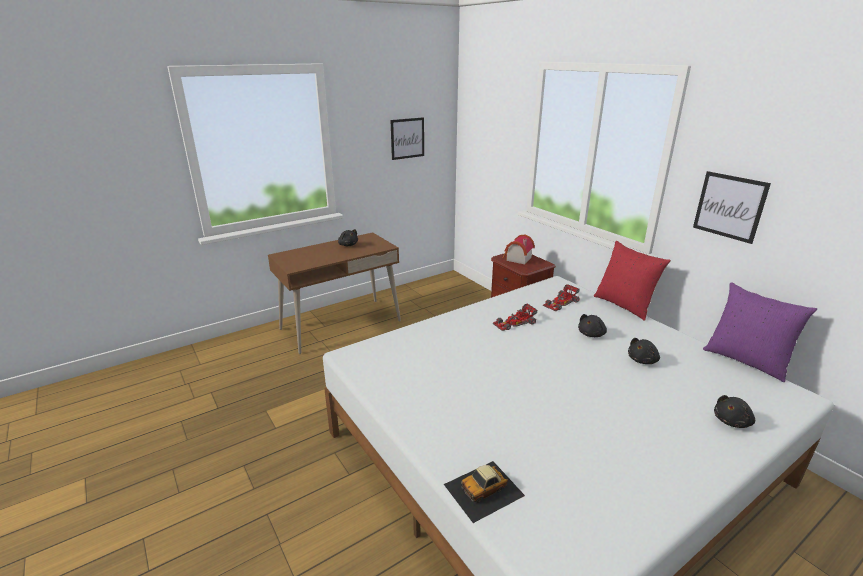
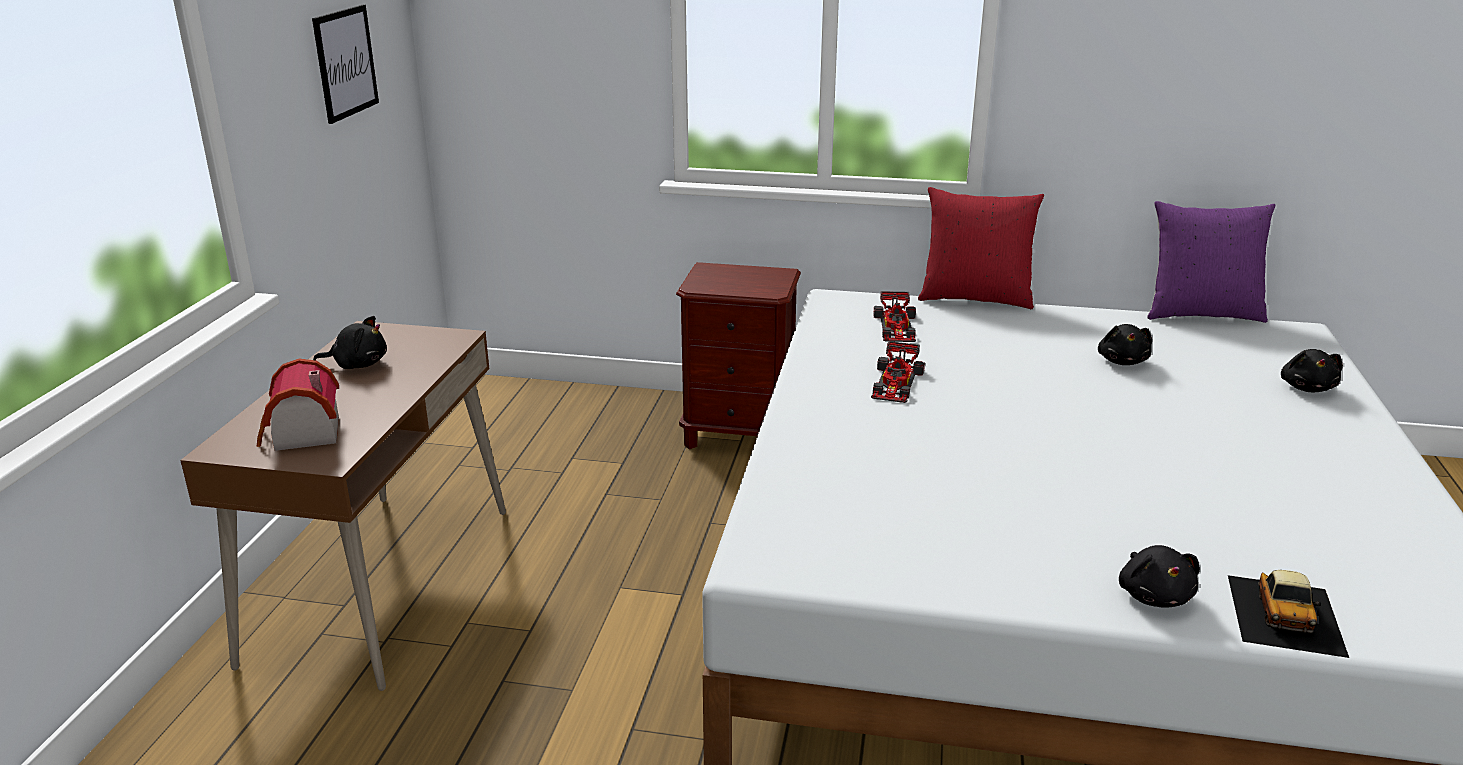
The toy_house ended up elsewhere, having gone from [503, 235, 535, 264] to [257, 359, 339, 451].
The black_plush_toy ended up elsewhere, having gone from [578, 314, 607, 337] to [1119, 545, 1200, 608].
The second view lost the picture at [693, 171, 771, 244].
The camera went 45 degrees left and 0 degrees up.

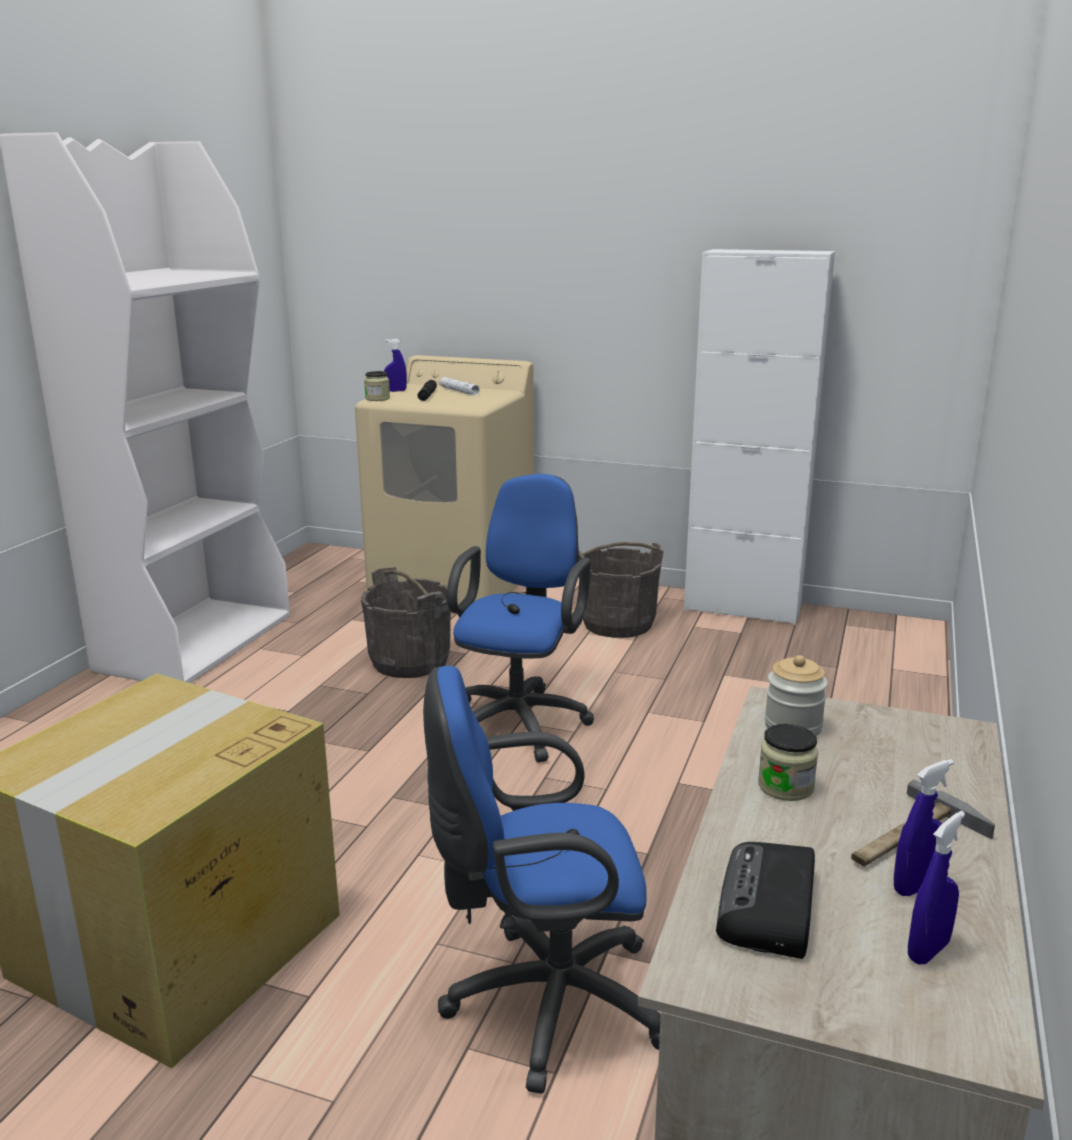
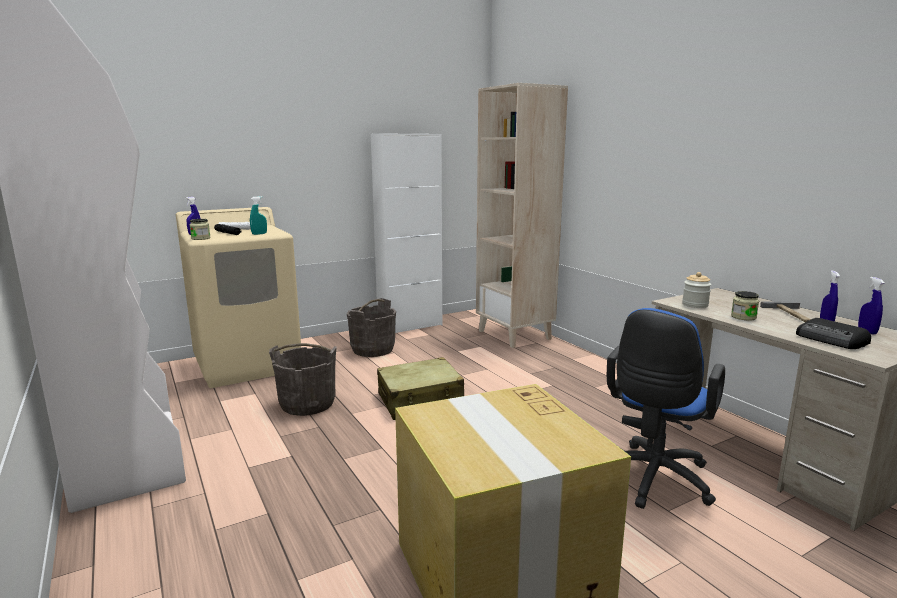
Where the blue_office_chair stood at [447, 474, 594, 762], the beige_suitcase came to stand at [377, 357, 464, 420].
The second view gained the turquoise_spray_bottle at [250, 196, 267, 235].
The second view gained the beige_bookcase at [476, 83, 568, 348].
The camera went 50 degrees left and 5 degrees down.

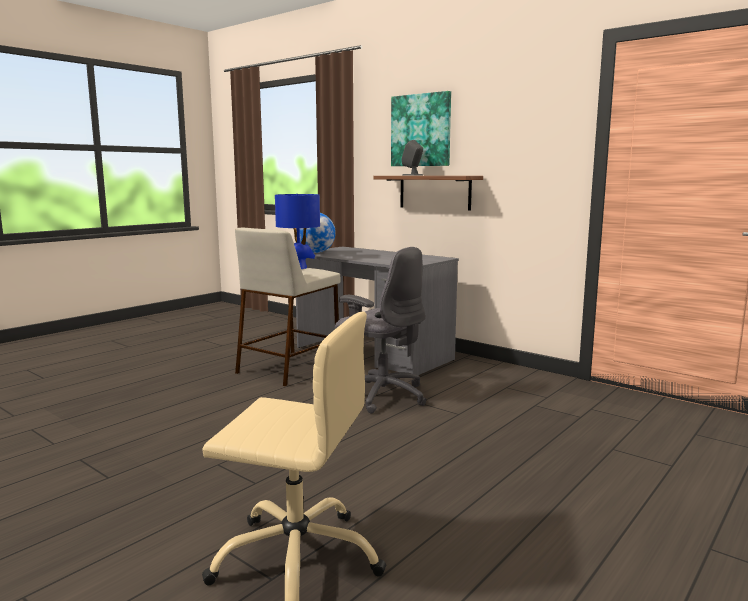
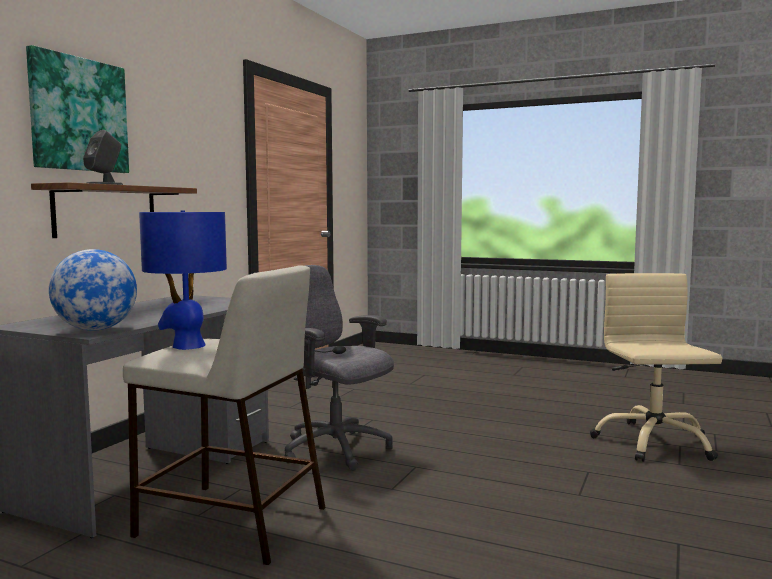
The grey_office_chair at [335, 247, 427, 414] ended up facing another way, 75 degrees counterclockwise from before.
The camera went 105 degrees left and 5 degrees down.

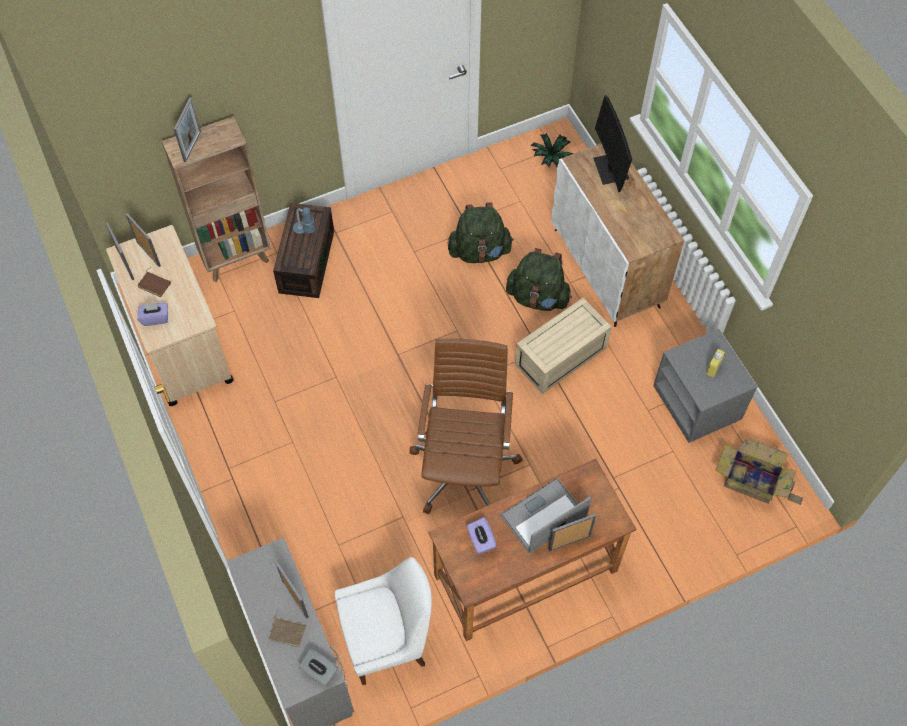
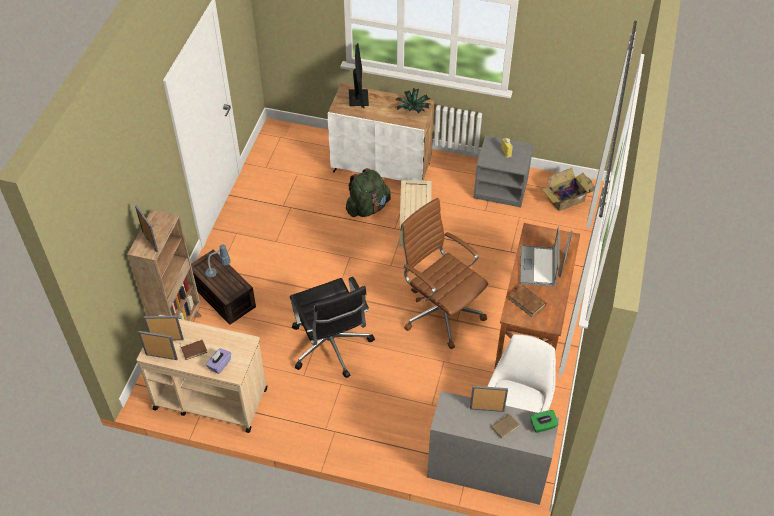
What was the grey_tissue_box at [299, 649, 338, 686] turned into the green_tissue_box at [530, 410, 558, 433].
The second view lost the green_backpack at [448, 203, 514, 263].
Where the purple_tissue_box stood at [467, 517, 497, 554], the brown_book came to stand at [509, 285, 547, 317].
The potted_plant ended up elsewhere, having gone from [530, 133, 573, 167] to [395, 88, 430, 113].
The monitor at [593, 95, 632, 192] ended up facing another way, 120 degrees counterclockwise from before.
The second view gained the black_office_chair at [290, 277, 375, 378].
The camera went 50 degrees left and 10 degrees down.

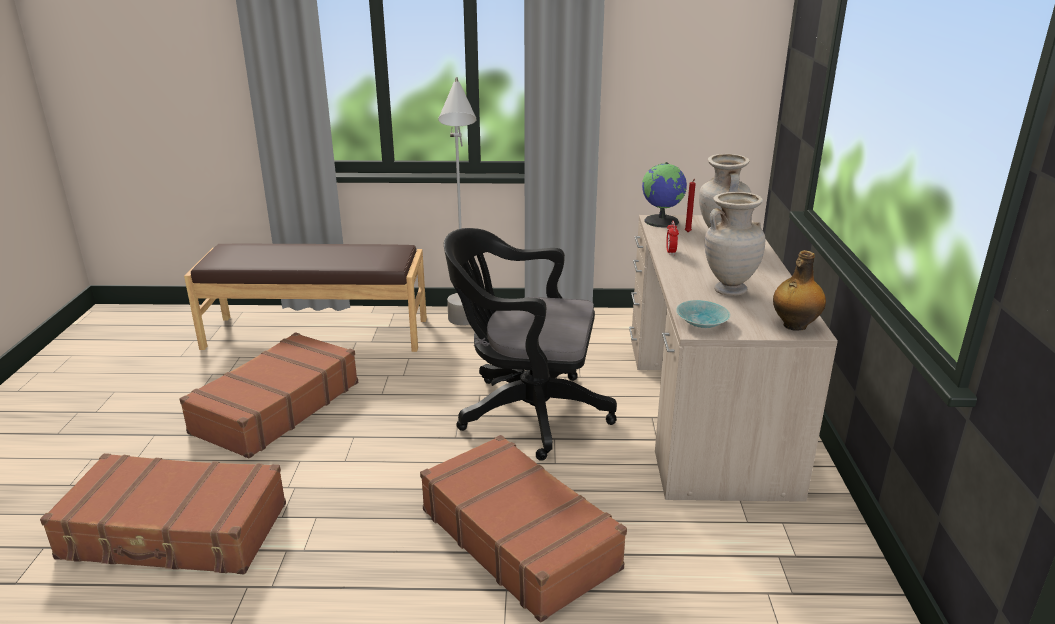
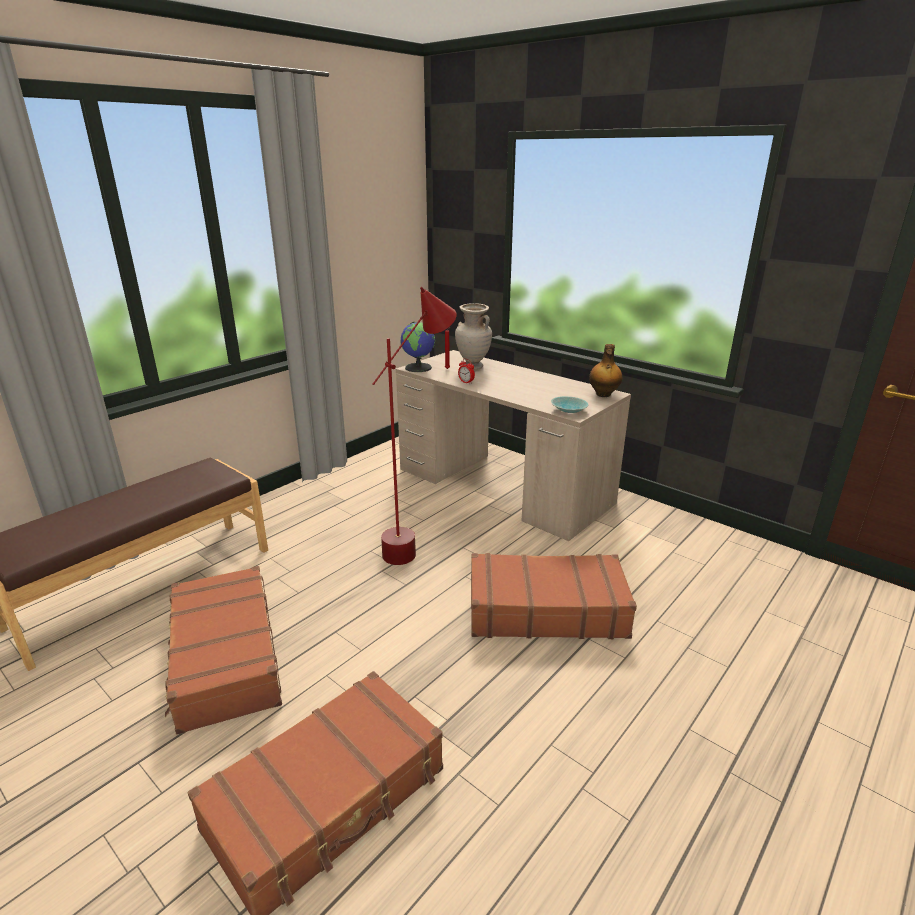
The second view lost the grey_floor_lamp at [438, 77, 477, 325].
Where the black_office_chair stood at [444, 228, 617, 461], the red_floor_lamp came to stand at [373, 287, 457, 565].
The second view lost the beige_vase at [705, 192, 765, 296].
The camera went 50 degrees left and 0 degrees up.

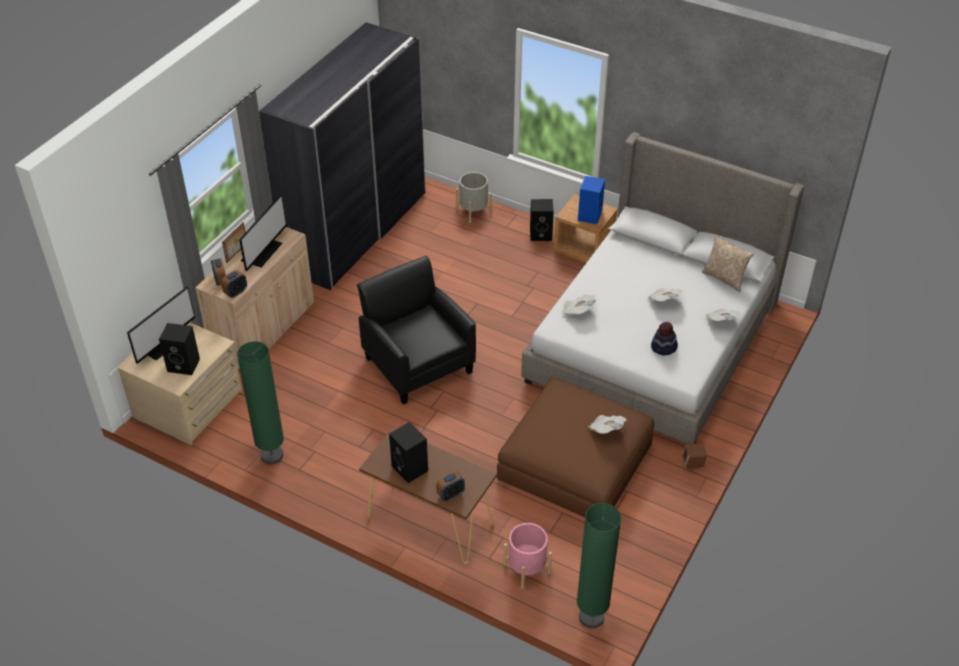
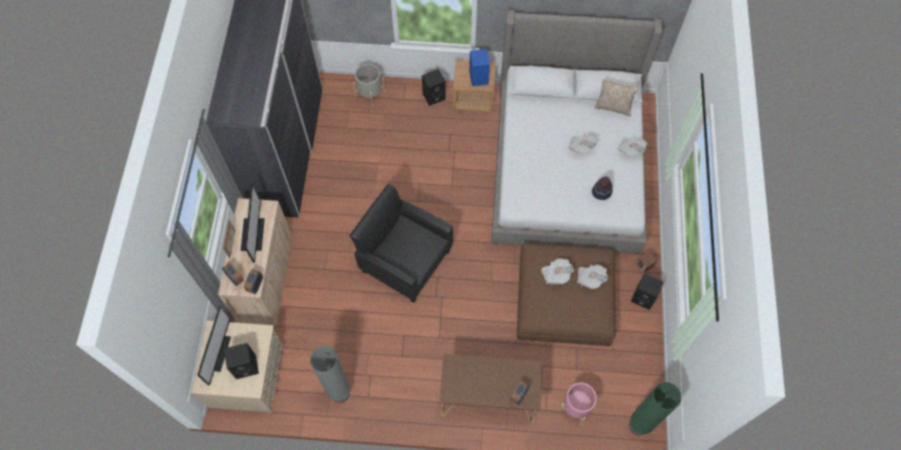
What was the green_floor_lamp at [237, 341, 284, 464] turned into the grey_floor_lamp at [310, 346, 350, 403].
The black_speaker ended up elsewhere, having gone from [389, 422, 428, 483] to [631, 273, 664, 310].
The newspaper ended up elsewhere, having gone from [562, 295, 596, 315] to [541, 258, 574, 284].
The camera went 25 degrees left and 20 degrees up.

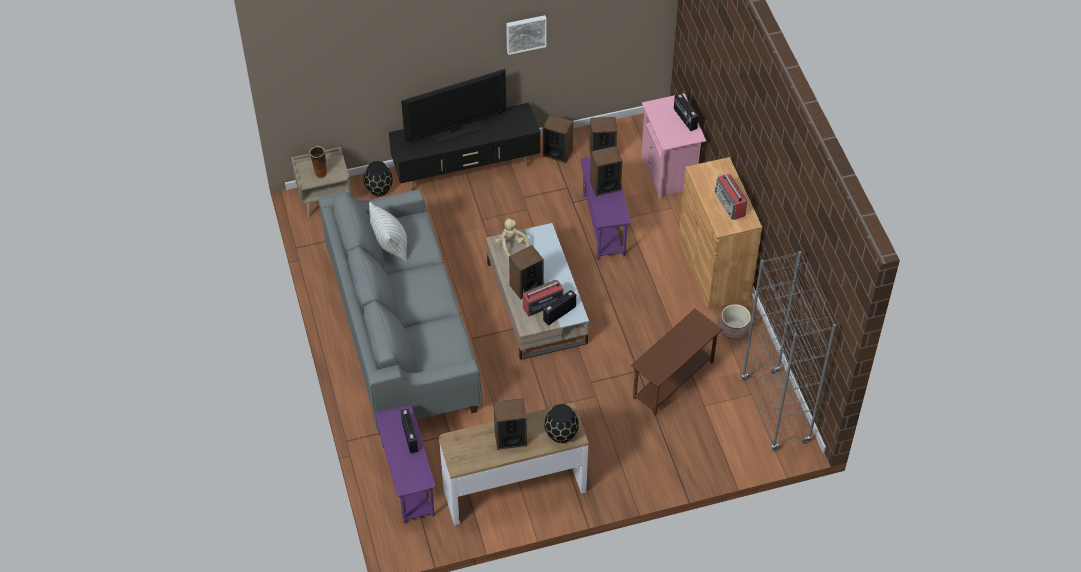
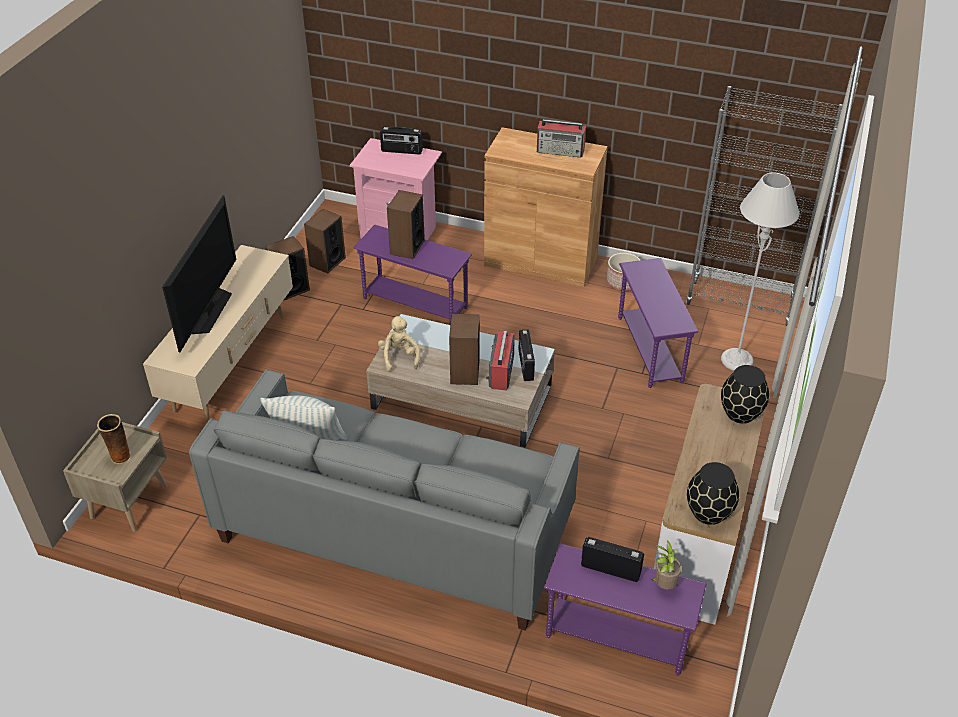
The black_vase ended up elsewhere, having gone from [364, 161, 393, 197] to [687, 462, 739, 525].
What was the black_tv_stand at [389, 103, 541, 191] turned into the beige_tv_stand at [143, 245, 293, 421].
The second view lost the speaker at [493, 399, 527, 450].
The beige_plush_toy at [495, 218, 530, 260] ended up facing another way, 75 degrees clockwise from before.
The second view lost the picture at [506, 15, 547, 55].
What was the brown_side_table at [631, 309, 723, 415] turned into the purple_side_table at [618, 258, 698, 388].
The second view gained the potted_plant at [651, 540, 682, 590].
The second view gained the grey_floor_lamp at [721, 173, 799, 370].
The camera went 55 degrees left and 10 degrees down.

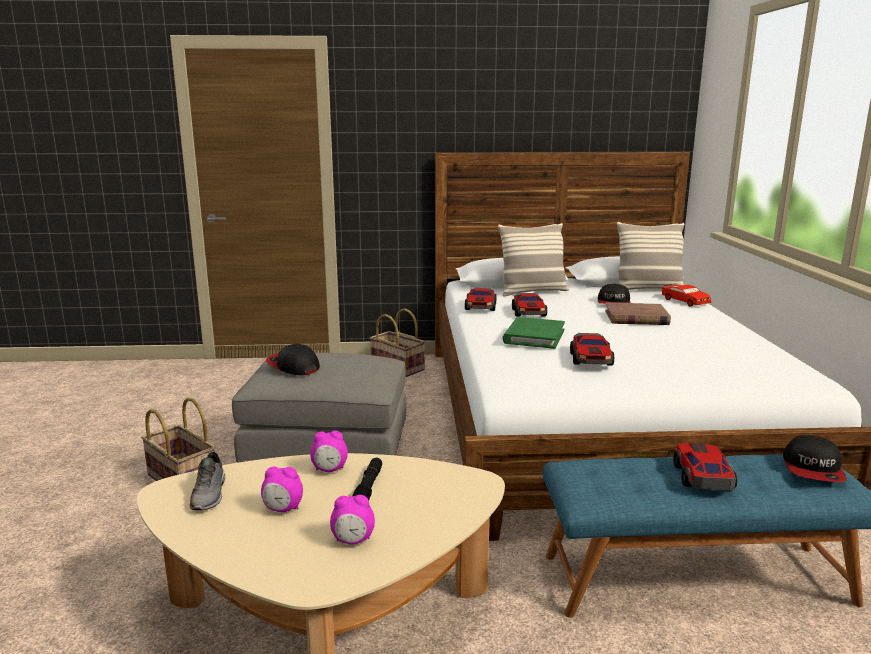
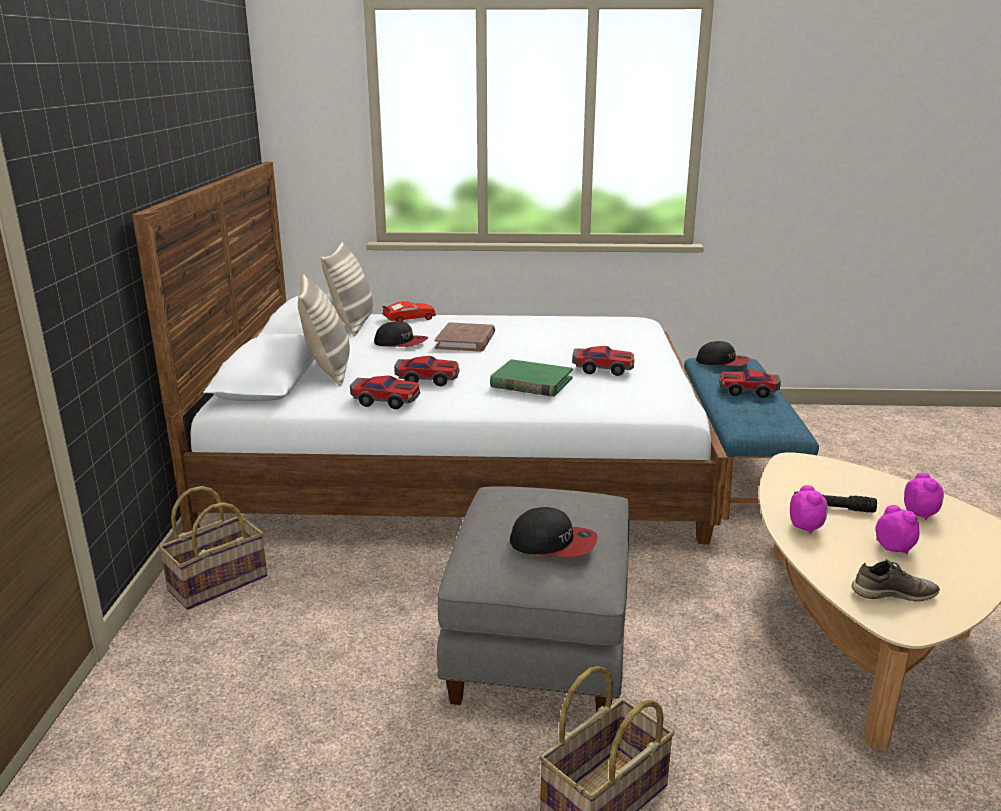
The alarm_clock at [261, 466, 303, 512] ended up facing another way, 45 degrees counterclockwise from before.
The cap at [266, 344, 320, 375] ended up facing another way, 120 degrees counterclockwise from before.
The camera went 85 degrees left and 5 degrees up.

